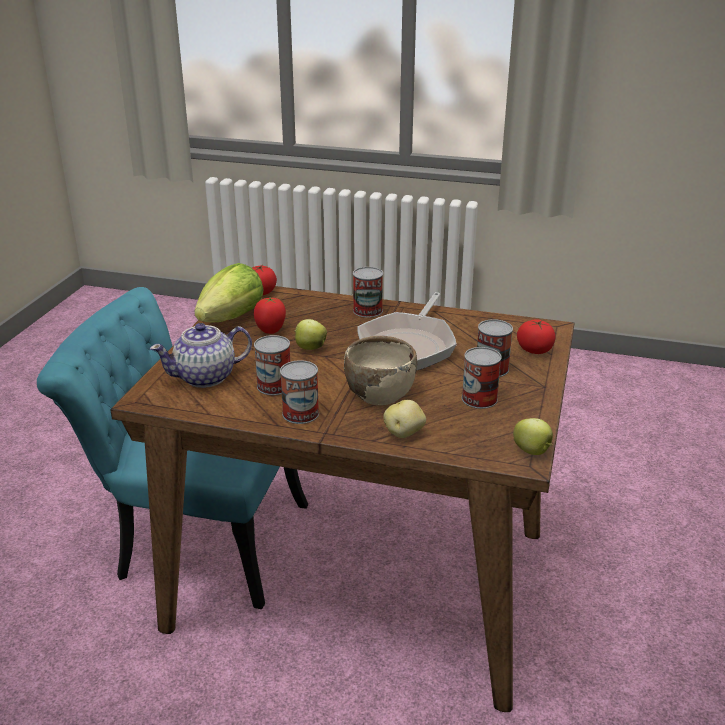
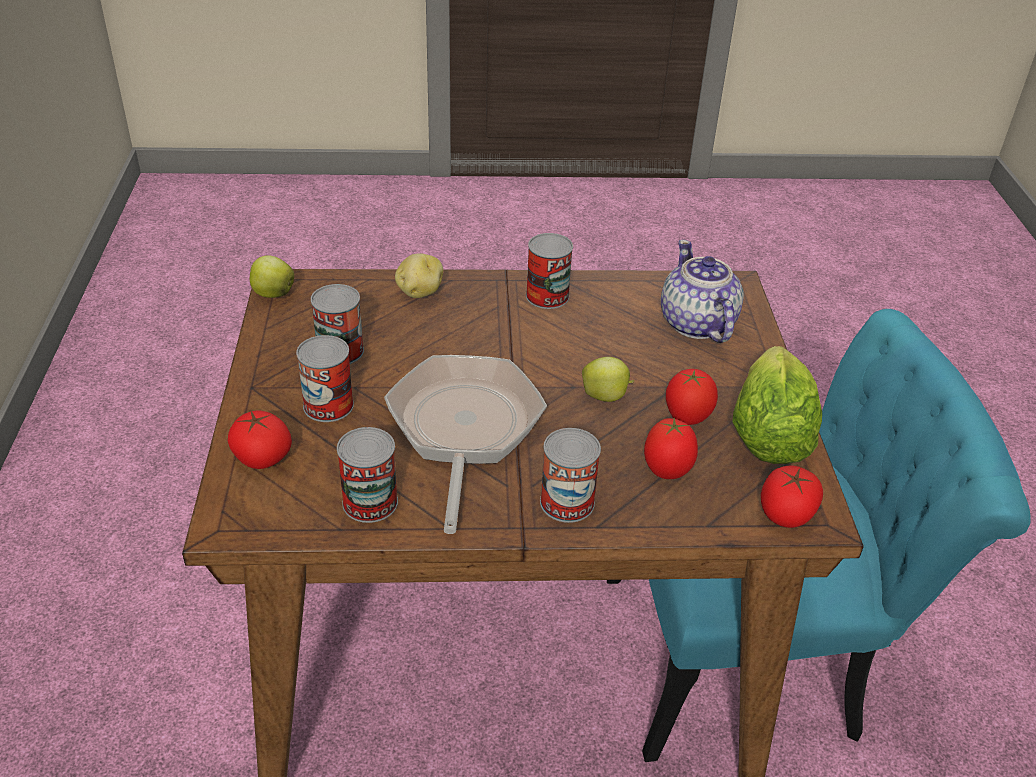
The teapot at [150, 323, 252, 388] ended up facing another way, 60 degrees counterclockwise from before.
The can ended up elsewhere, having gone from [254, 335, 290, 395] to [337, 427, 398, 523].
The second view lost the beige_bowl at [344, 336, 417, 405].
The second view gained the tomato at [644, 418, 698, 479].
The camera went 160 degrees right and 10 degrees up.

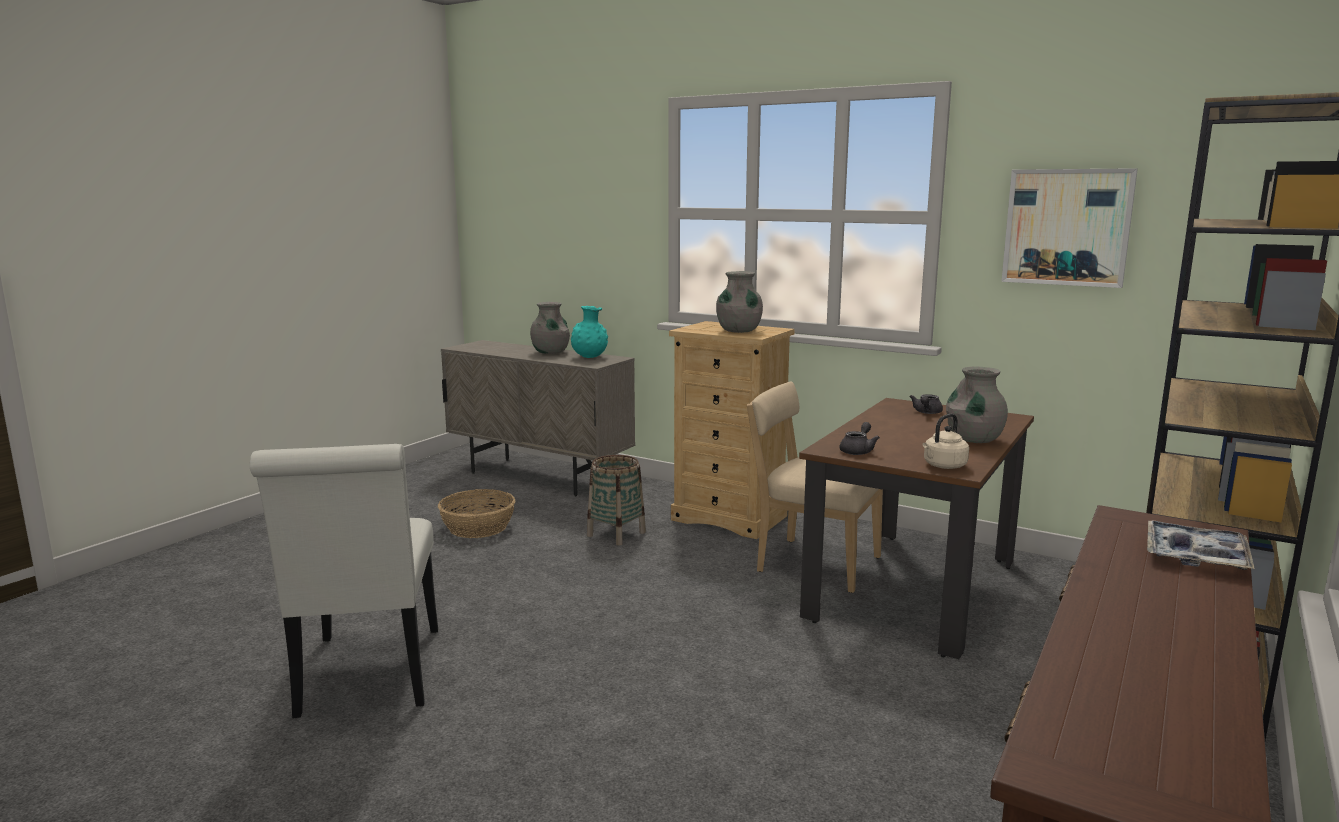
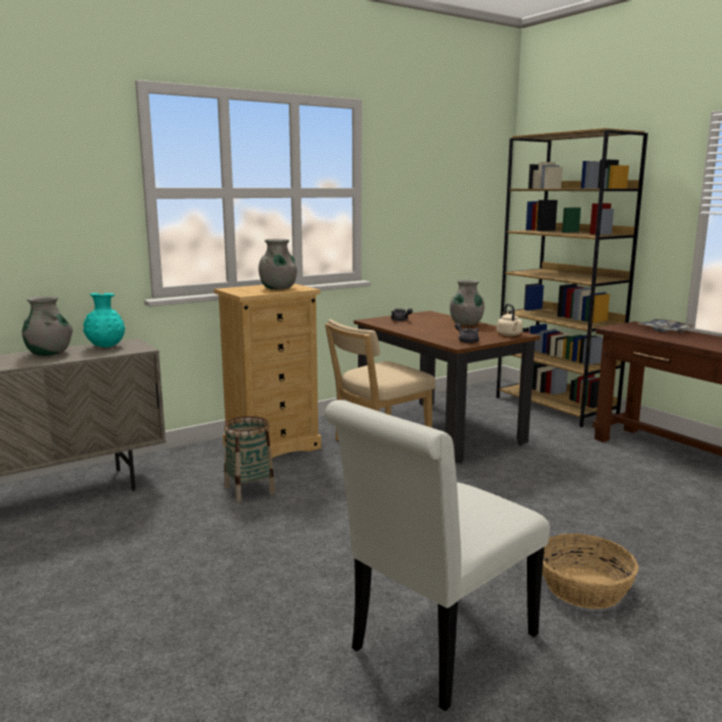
The white_chair at [250, 444, 438, 718] ended up facing another way, 120 degrees clockwise from before.
The basket ended up elsewhere, having gone from [438, 489, 516, 538] to [542, 534, 639, 609].
The second view lost the picture at [1001, 168, 1138, 288].
The camera went 65 degrees left and 0 degrees up.

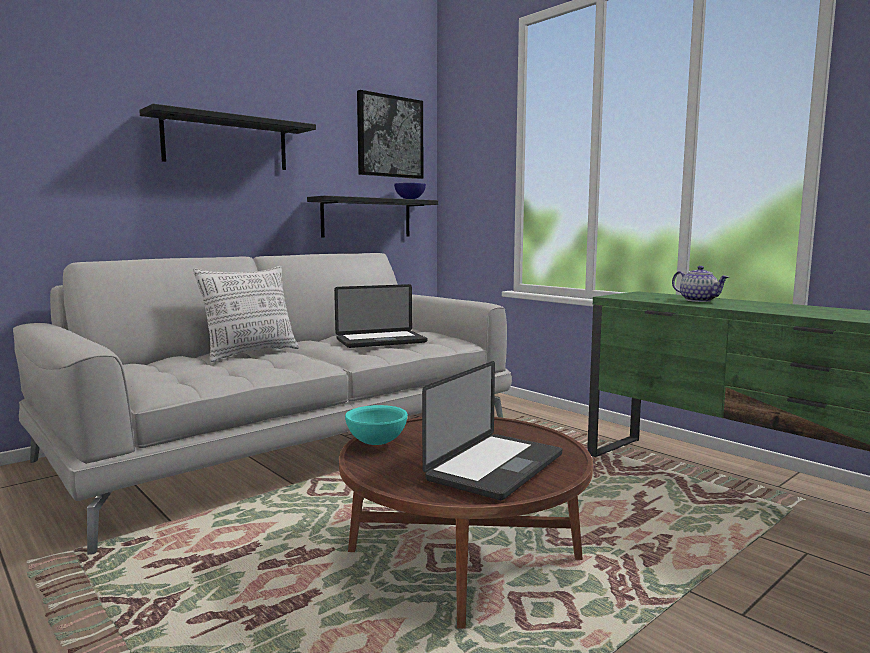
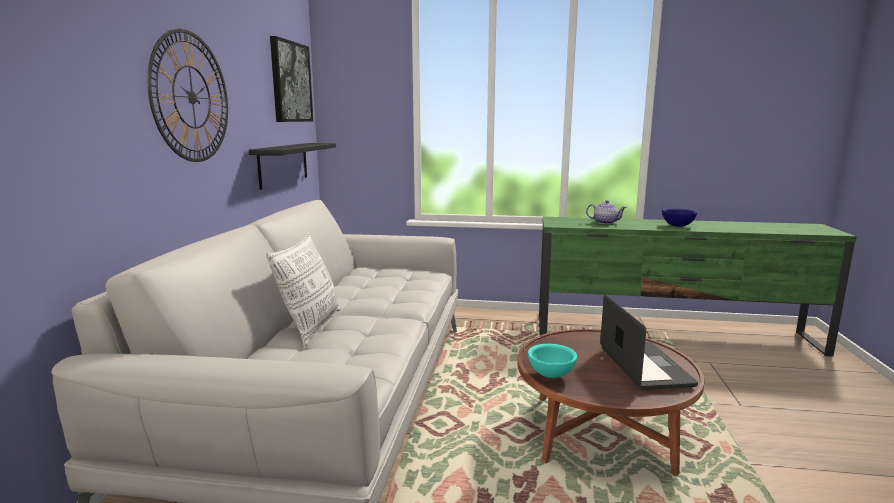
Where the black_shelf hung at [139, 104, 316, 170], the wall_clock came to hang at [147, 29, 228, 162].
The second view lost the laptop at [334, 284, 427, 348].
The blue_bowl ended up elsewhere, having gone from [394, 183, 426, 199] to [662, 208, 697, 227].
The camera went 40 degrees left and 5 degrees up.

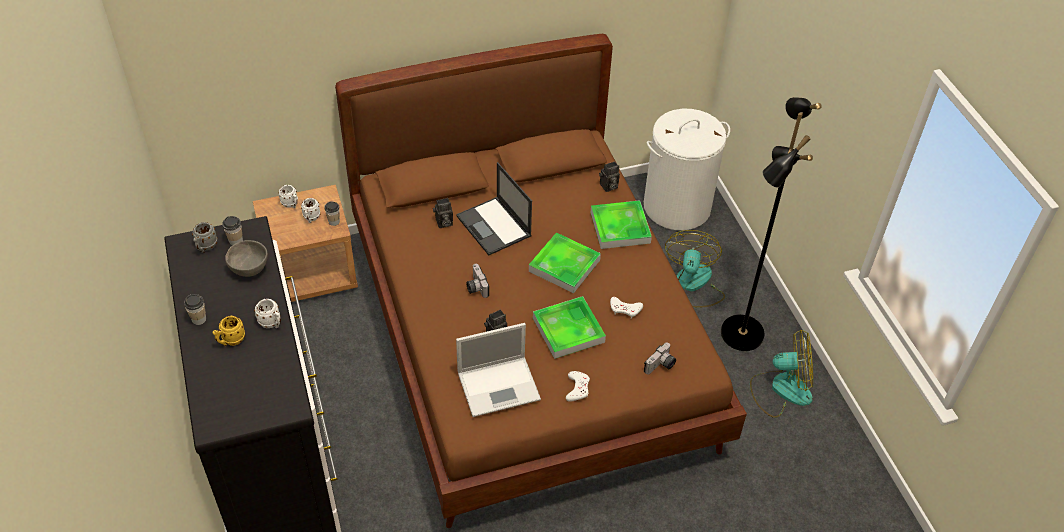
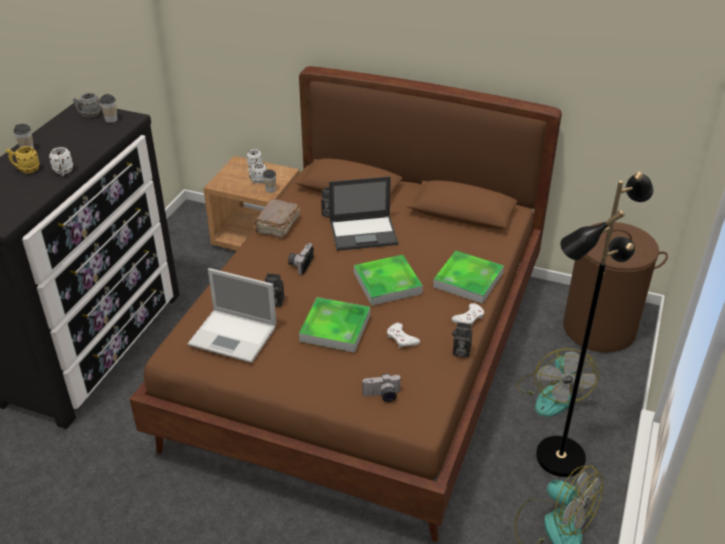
The second view lost the grey_bowl at [225, 240, 268, 277].
The laptop at [456, 162, 532, 256] ended up facing another way, 105 degrees counterclockwise from before.
The white_game_controller ended up elsewhere, having gone from [566, 371, 590, 402] to [451, 303, 484, 327].
The photo_camera ended up elsewhere, having gone from [599, 161, 620, 192] to [452, 322, 473, 358].
What was the white_laundry_basket at [644, 109, 730, 230] turned into the brown_laundry_basket at [563, 222, 668, 353].
The fan at [665, 230, 725, 307] ended up facing another way, 135 degrees clockwise from before.
The second view gained the brown_book at [255, 199, 300, 239].
The camera went 40 degrees right and 10 degrees down.

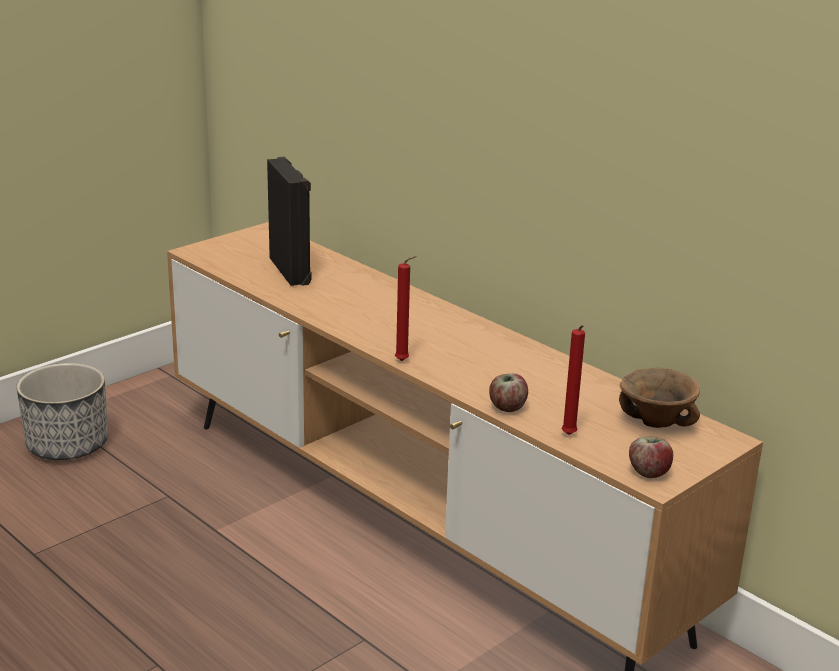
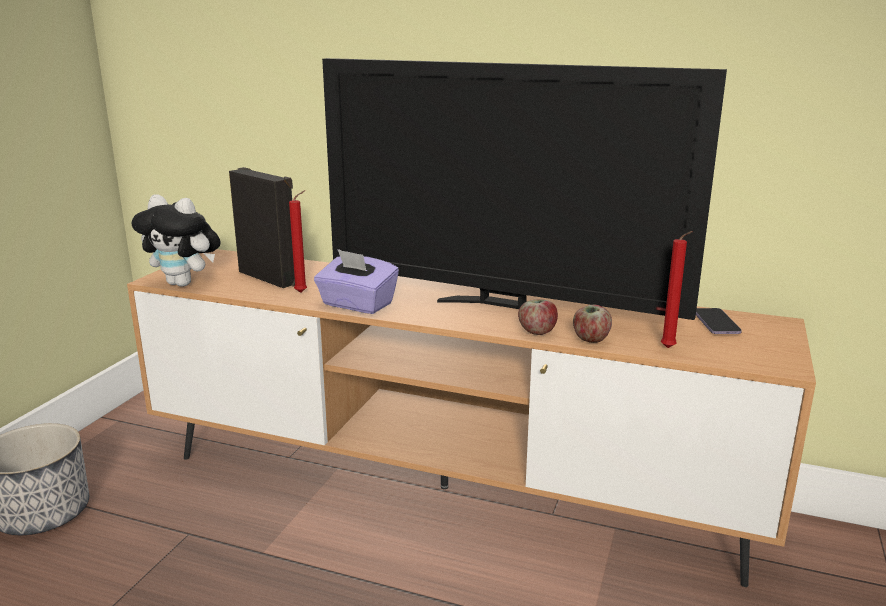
The red_candle ended up elsewhere, having gone from [395, 256, 417, 361] to [289, 190, 307, 293].
Where the brown_bowl stood at [619, 368, 700, 428], the phone came to stand at [696, 308, 742, 334].
The apple ended up elsewhere, having gone from [629, 436, 673, 478] to [518, 299, 558, 335].
The second view gained the plush_toy at [132, 194, 220, 287].
The second view gained the purple_tissue_box at [314, 249, 399, 314].
The second view gained the television at [322, 58, 727, 320].
The camera went 25 degrees left and 5 degrees down.

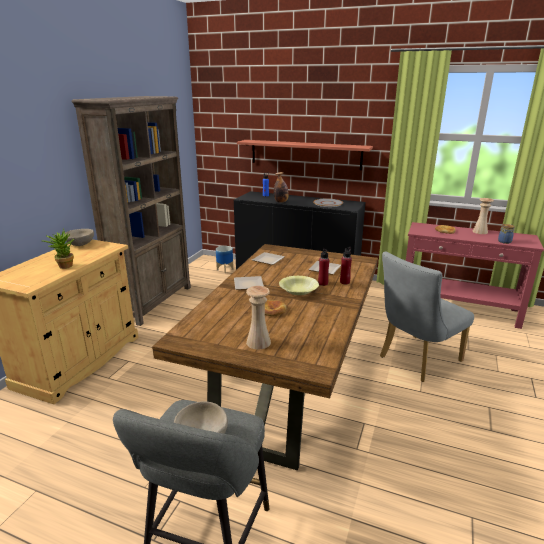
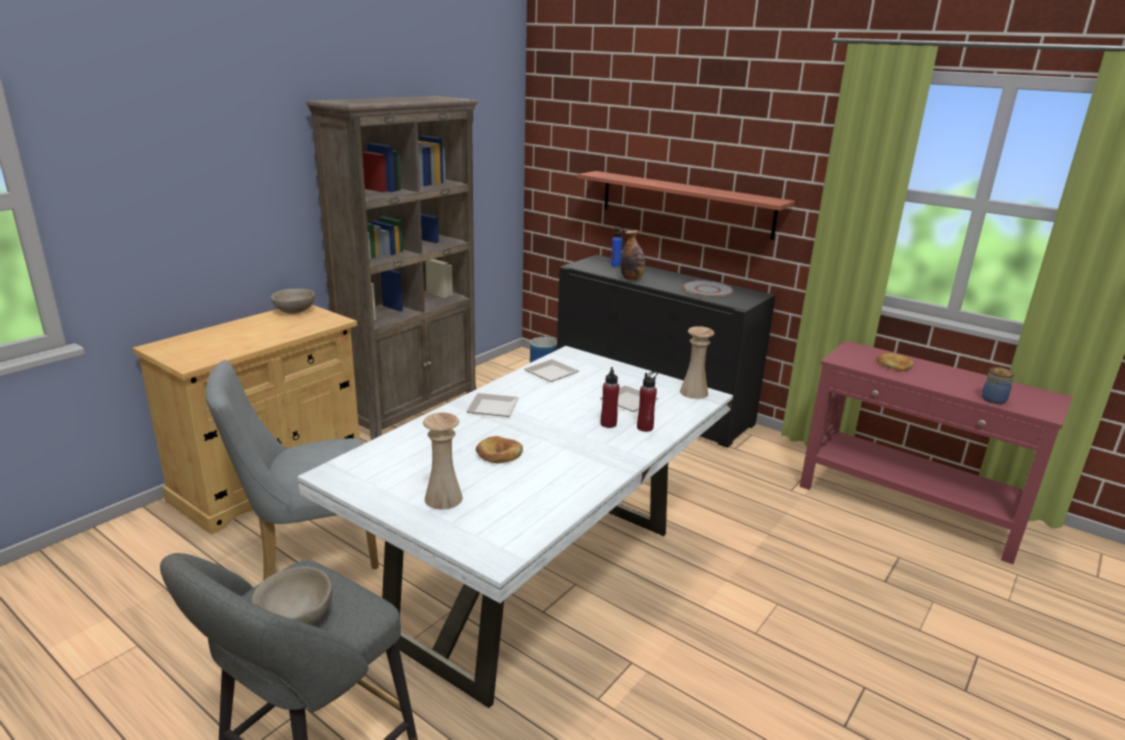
The second view lost the potted_plant at [43, 228, 74, 269].
What was the brown_dining_table at [152, 244, 378, 471] turned into the white_dining_table at [297, 346, 733, 708].
The second view lost the yellow_bowl at [279, 276, 319, 295].
The grey_chair ended up elsewhere, having gone from [380, 252, 474, 382] to [206, 360, 379, 581].
The beige_vase ended up elsewhere, having gone from [473, 198, 494, 234] to [680, 326, 714, 399].
The camera went 15 degrees right and 0 degrees up.

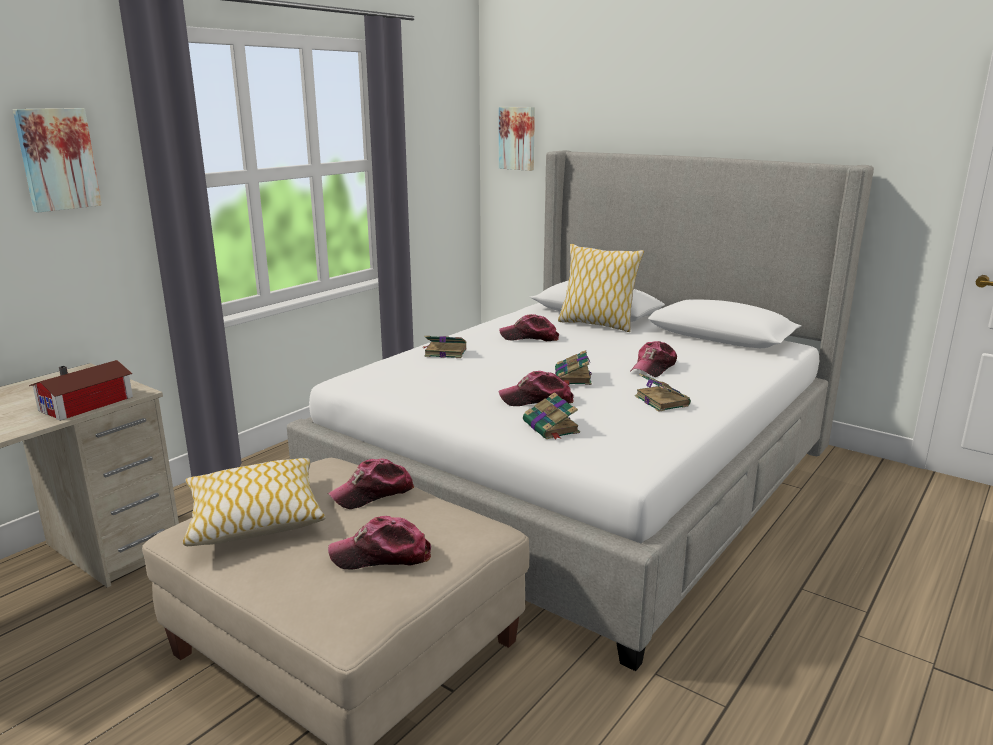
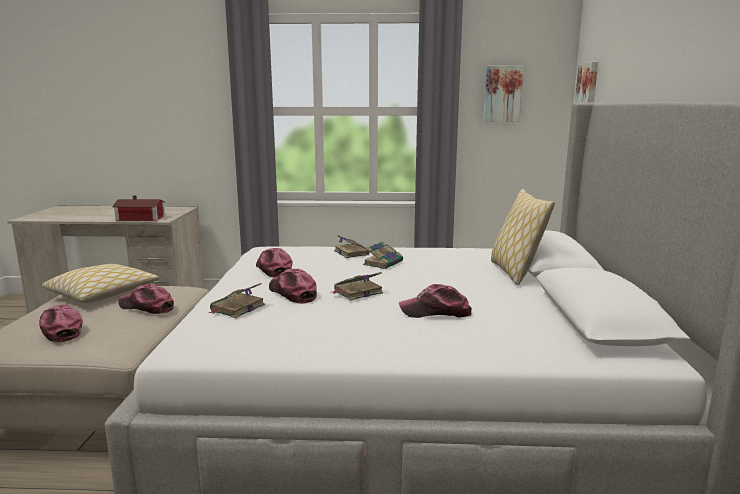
The picture ended up elsewhere, having gone from [13, 108, 102, 212] to [483, 66, 524, 122].
The cap ended up elsewhere, having gone from [499, 314, 559, 341] to [256, 248, 293, 278].
The book ended up elsewhere, having gone from [635, 373, 691, 412] to [363, 241, 403, 269].
The camera went 55 degrees right and 5 degrees down.

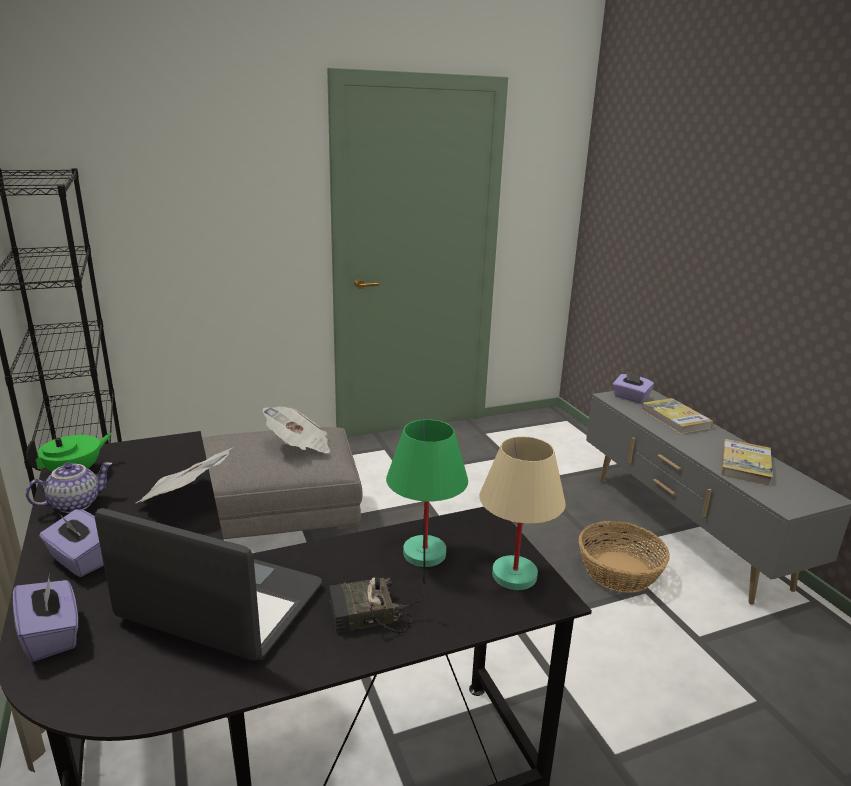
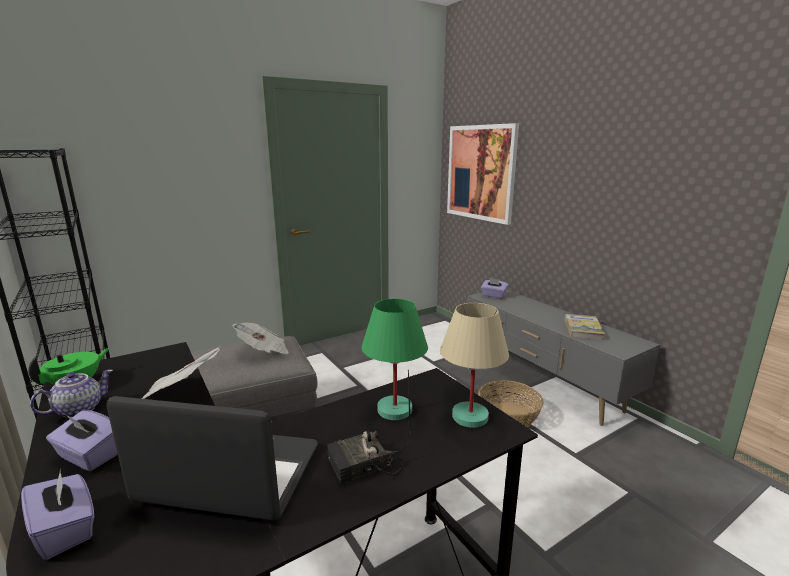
The second view lost the book at [642, 398, 713, 434].
The second view gained the picture at [447, 123, 519, 225].
The camera went 10 degrees left and 5 degrees down.

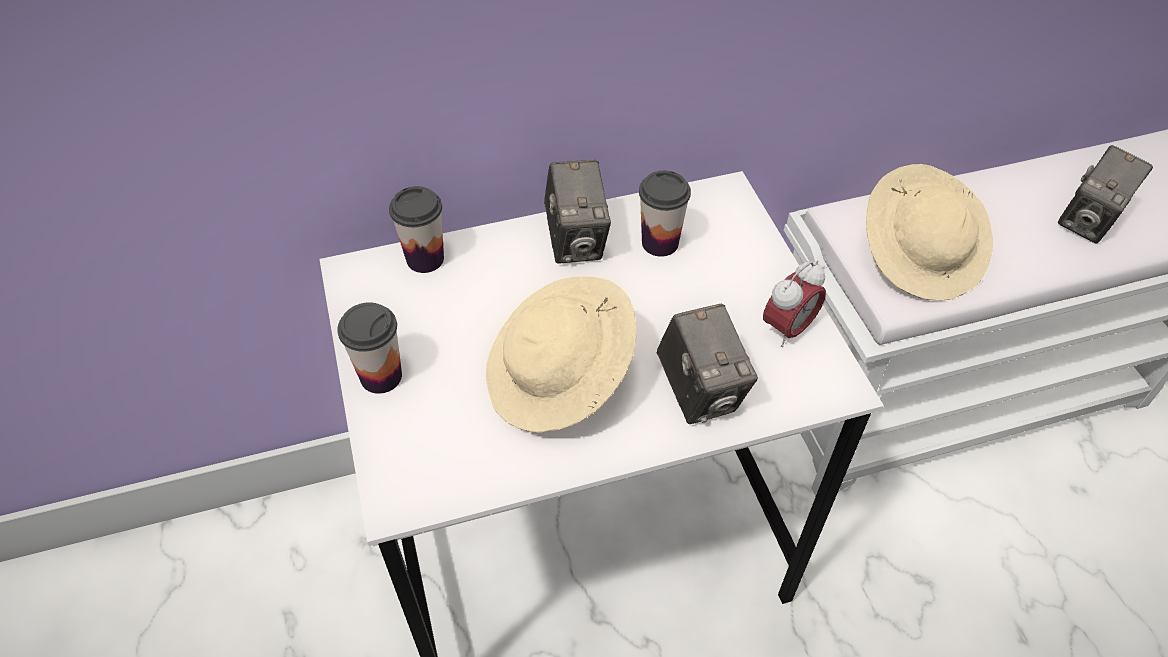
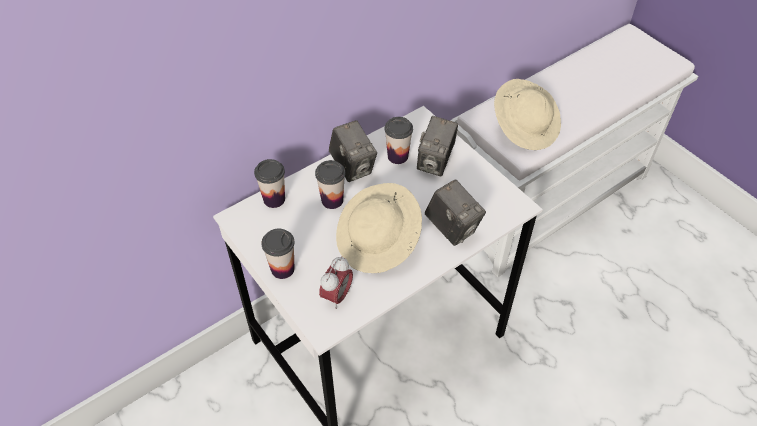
The alarm_clock ended up elsewhere, having gone from [763, 261, 826, 347] to [319, 256, 353, 309].
The photo_camera ended up elsewhere, having gone from [1058, 145, 1153, 244] to [417, 116, 458, 177].
The second view gained the cup at [315, 160, 345, 209].
The camera went 20 degrees left and 0 degrees up.

